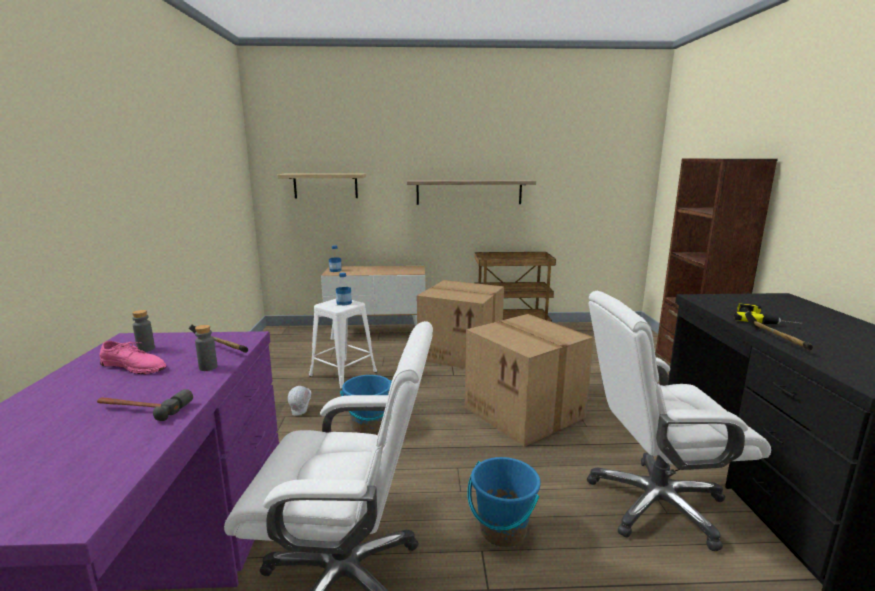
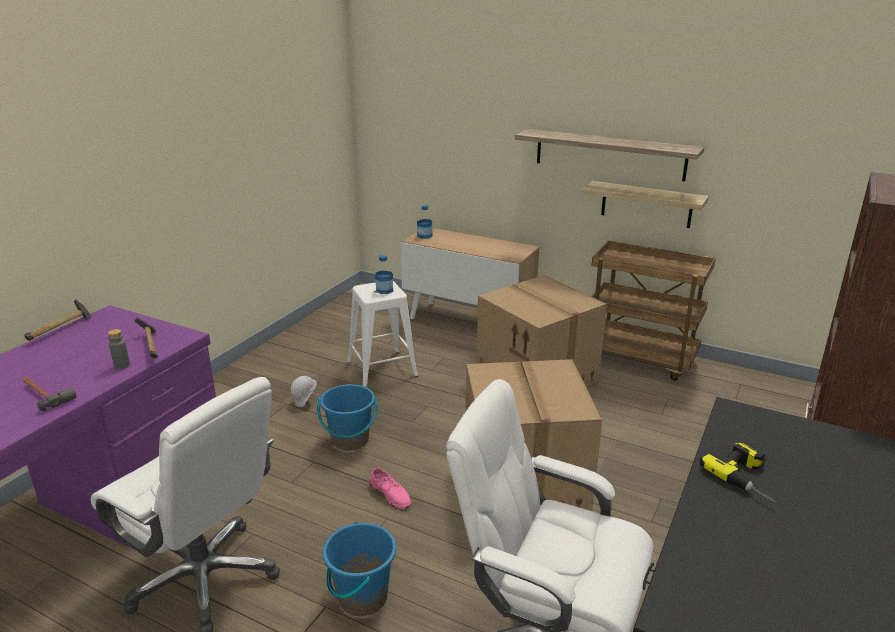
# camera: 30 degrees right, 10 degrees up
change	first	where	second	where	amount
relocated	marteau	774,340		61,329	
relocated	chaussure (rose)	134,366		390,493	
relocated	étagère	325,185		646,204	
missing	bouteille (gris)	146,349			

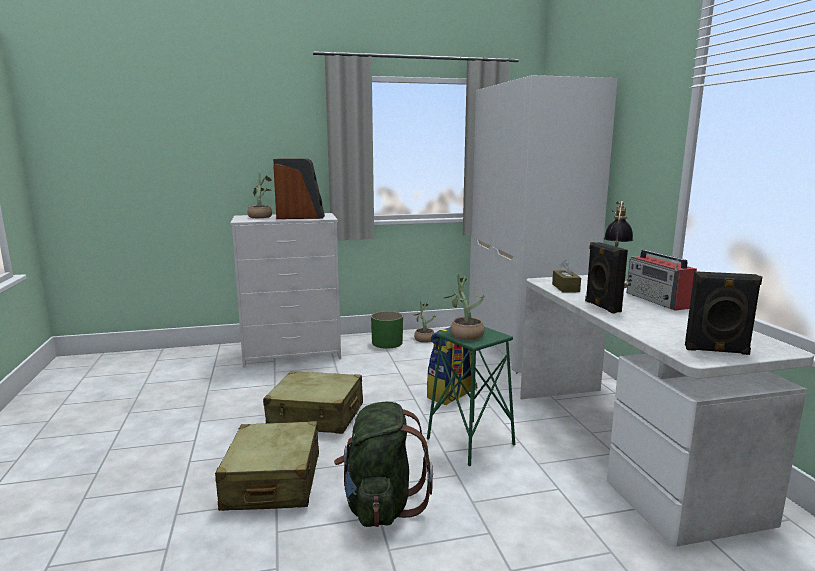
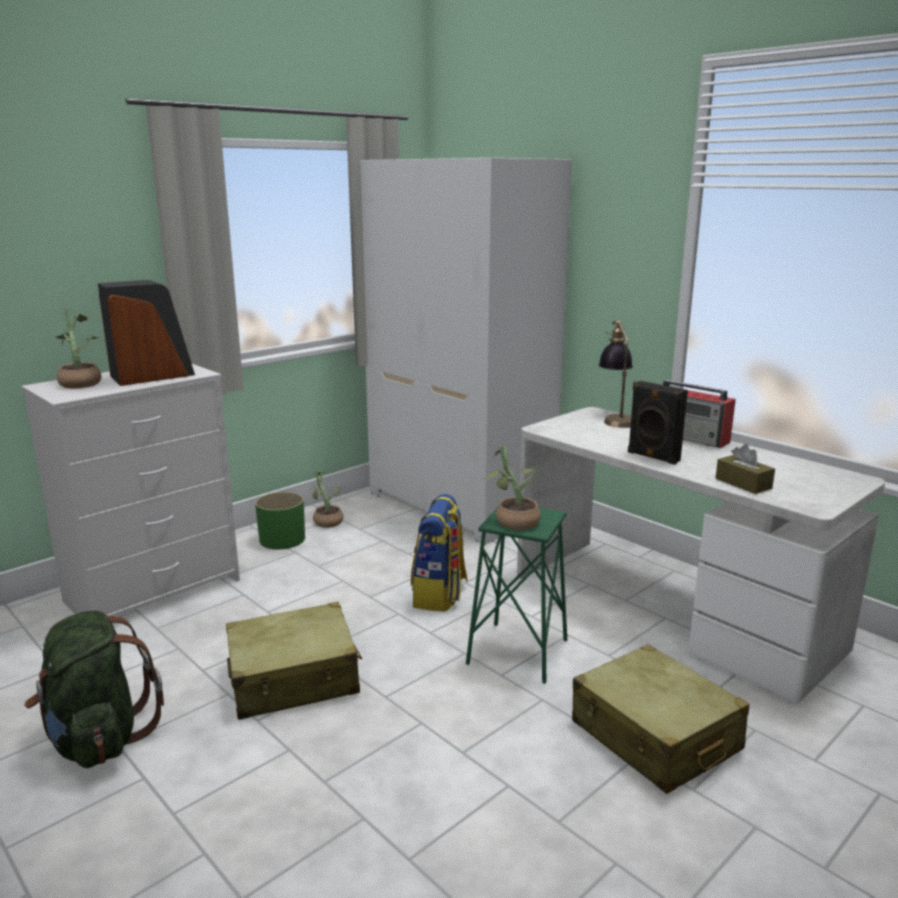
# camera: 30 degrees left, 5 degrees up
change	first	where	second	where	amount
relocated	sac à dos (vert)	381,505		98,738	
relocated	valise (beige)	272,482		655,736	
relocated	boîte à mouchoirs (marron)	565,288		743,483	
missing	enceinte (noir)	716,350			

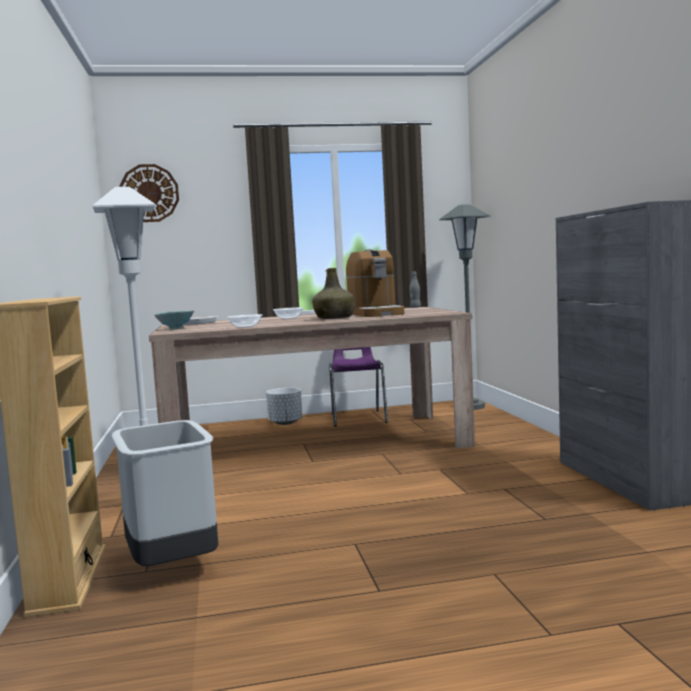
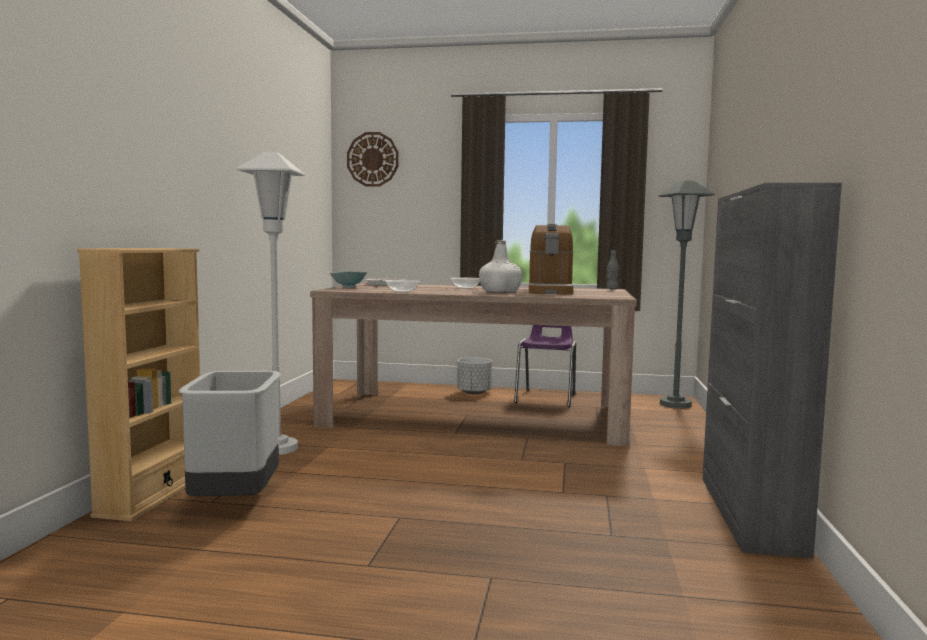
# camera: 20 degrees right, 0 degrees up
change	first	where	second	where	amount
colour	bouteille (vert)	335,318	bouteille (blanc)	500,292	

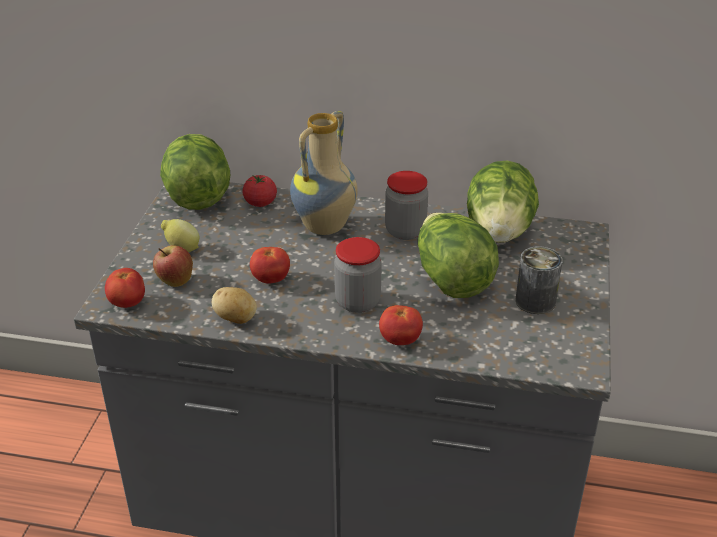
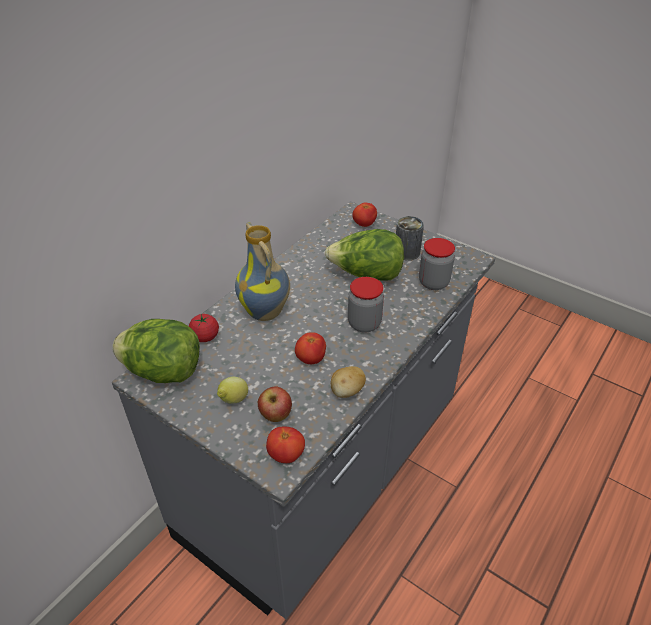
# camera: 65 degrees left, 5 degrees up
change	first	where	second	where	amount
relocated	tomate	400,340		364,224	
relocated	bocal	405,231		433,283	
missing	laitue	499,232			

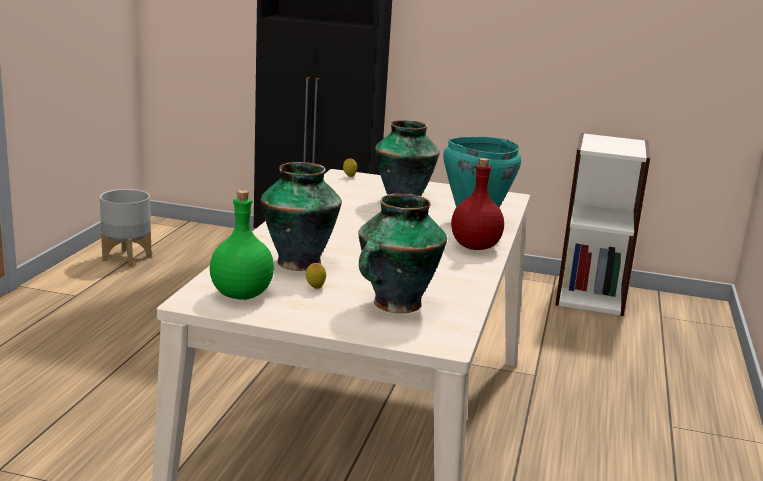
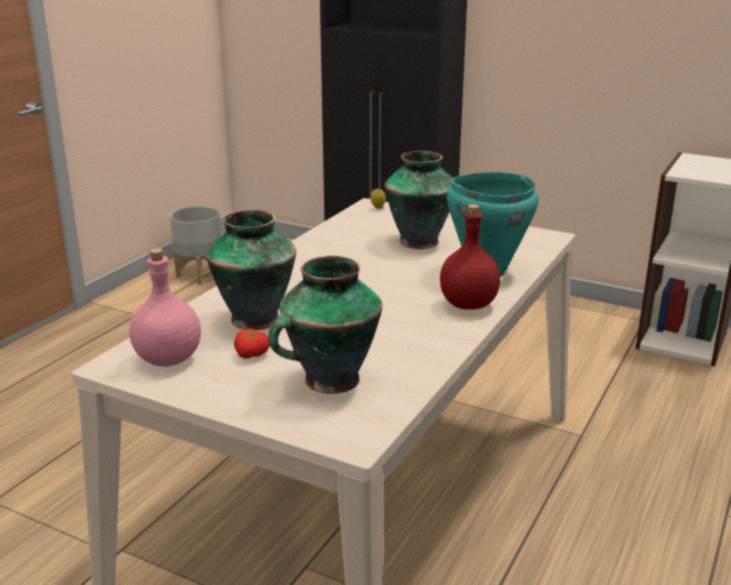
# camera: 15 degrees right, 5 degrees up
change	first	where	second	where	amount
colour	bouteille (vert)	240,295	bouteille (rose)	167,360	
exchanged	citron	315,288	tomate	252,354	

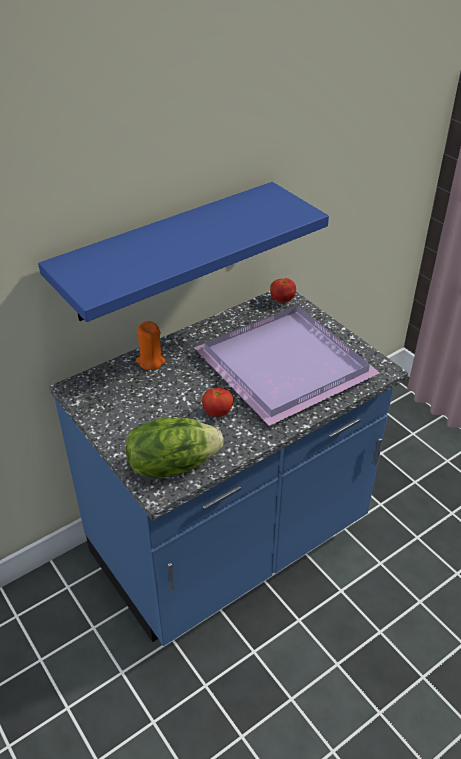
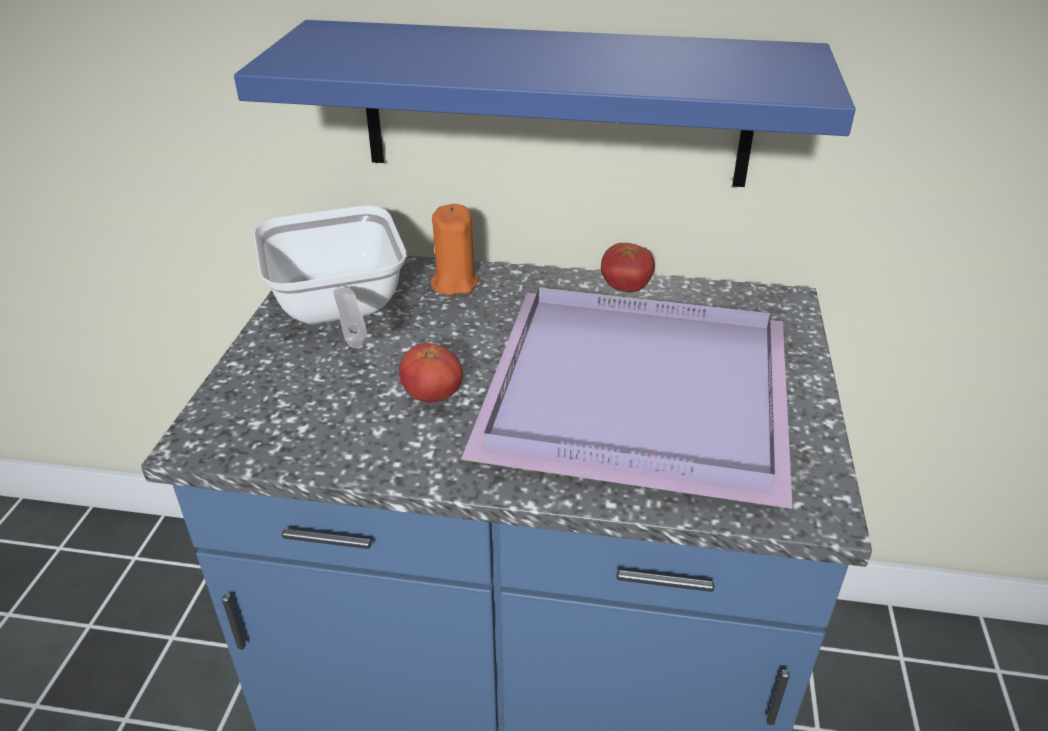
# camera: 45 degrees right, 5 degrees down
change	first	where	second	where	amount
appeared			poêle	338,313	
relocated	tomate	282,300		626,288	
missing	laitue	172,464			

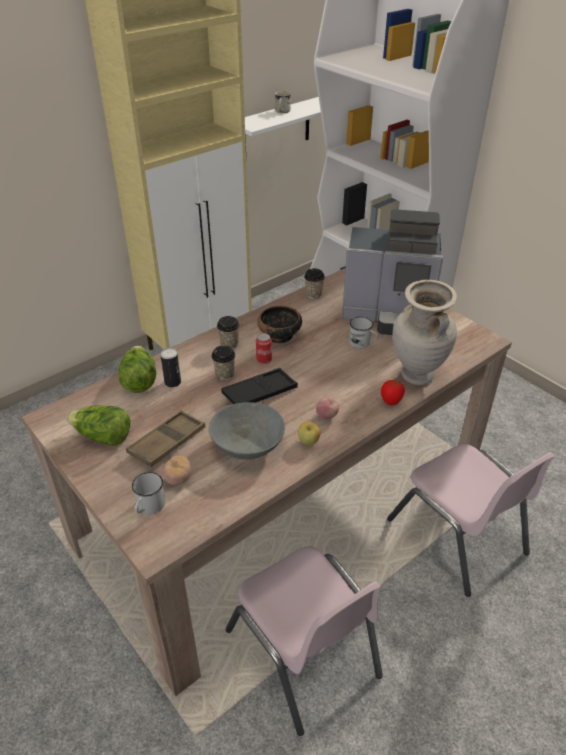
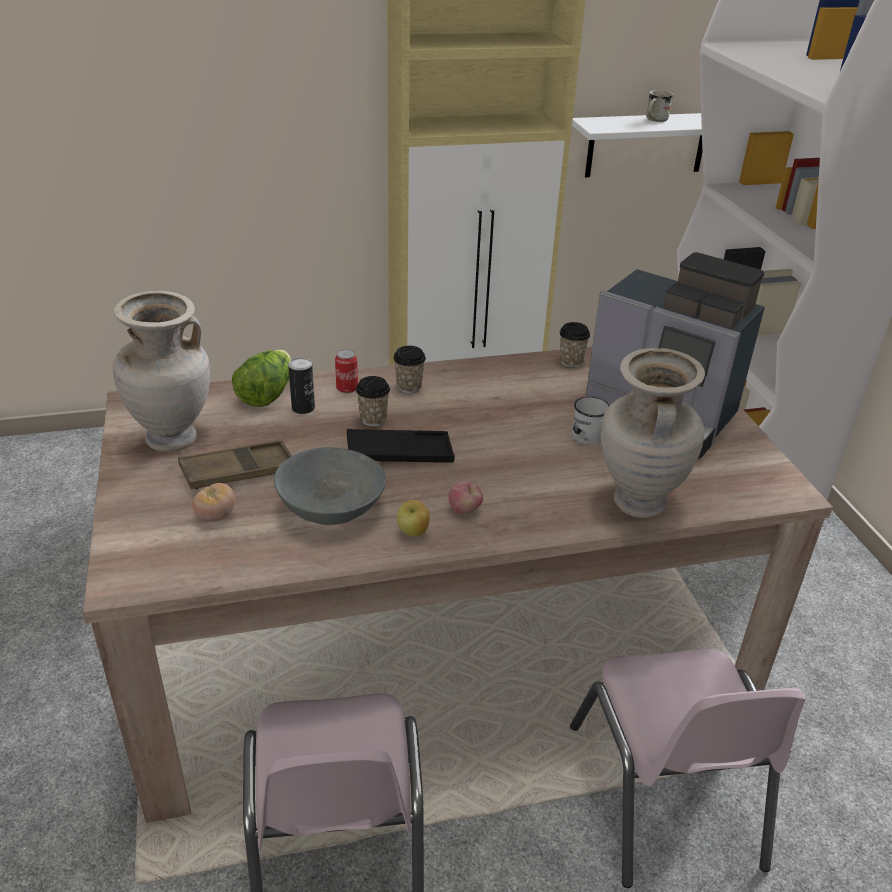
# camera: 25 degrees right, 5 degrees down
change	first	where	second	where	amount
exchanged	laitue	103,436	vase (beige)	173,440	
relocated	boîte métallique	264,359		347,388	
missing	mug (blanc)	149,507			
missing	bol	279,335			
missing	tomate	391,402			

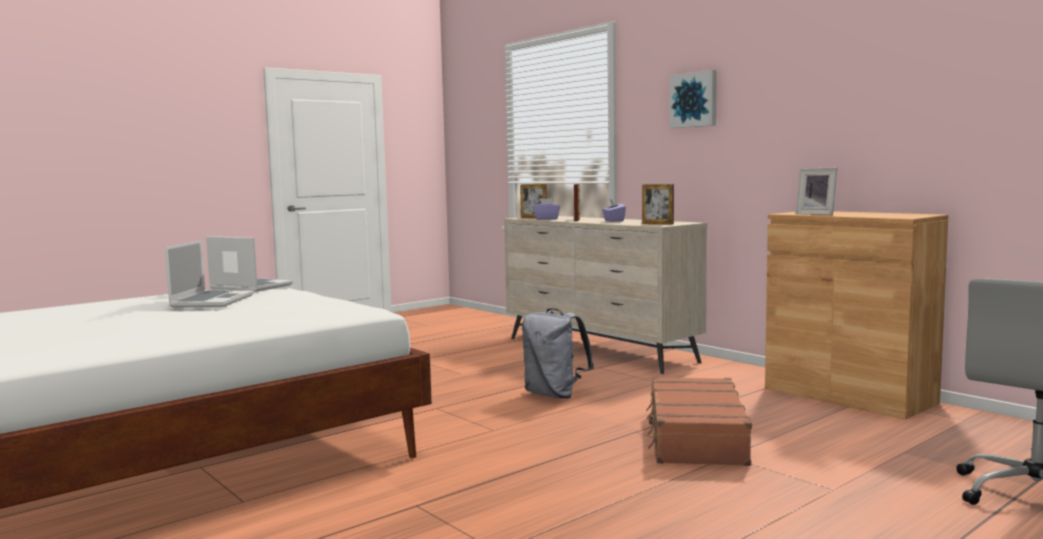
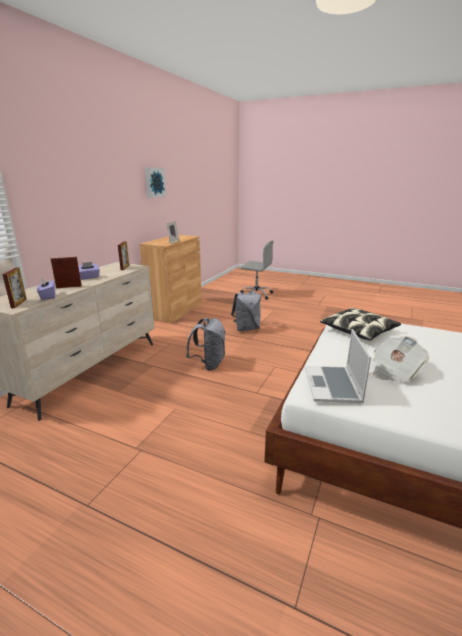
# camera: 115 degrees left, 15 degrees up
change	first	where	second	where	amount
relocated	tableau	694,100		154,182	
exchanged	valise (marron)	695,437	sac à dos (gris)	246,328	
appeared			coussin	359,330	
exchanged	ordinateur portable	212,301	journal	394,371	

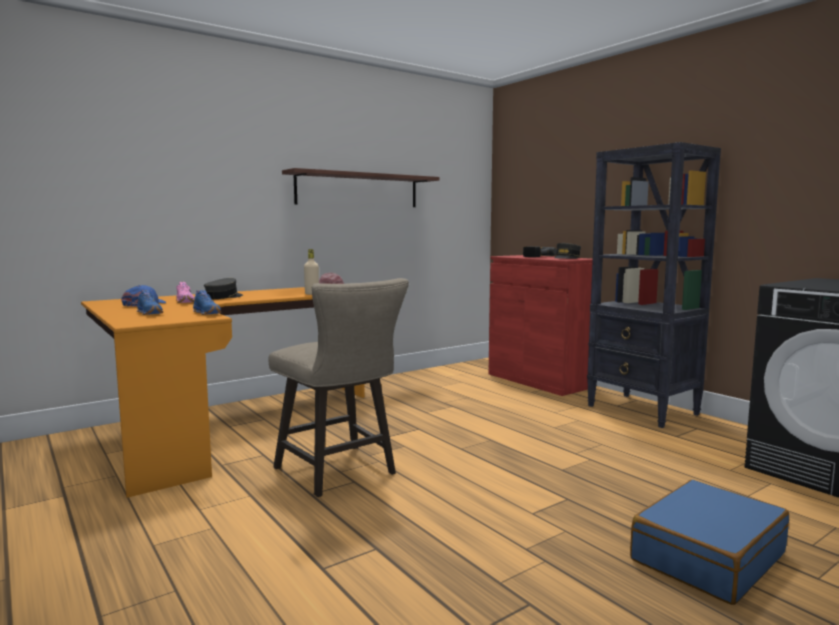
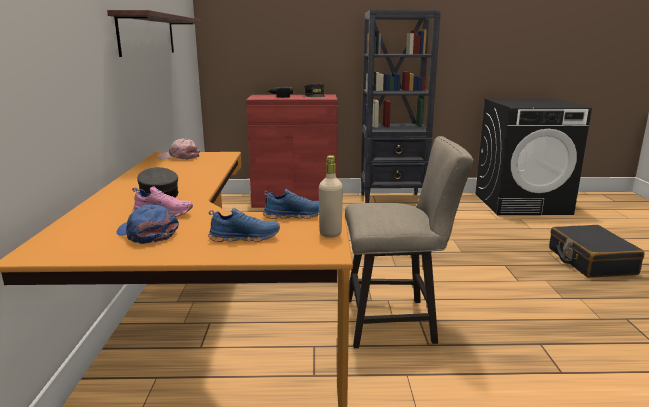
# camera: 55 degrees left, 10 degrees up
change	first	where	second	where	amount
relocated	bouteille (beige)	312,294		330,234	
colour	valise (bleu)	707,556	valise (noir)	590,261	

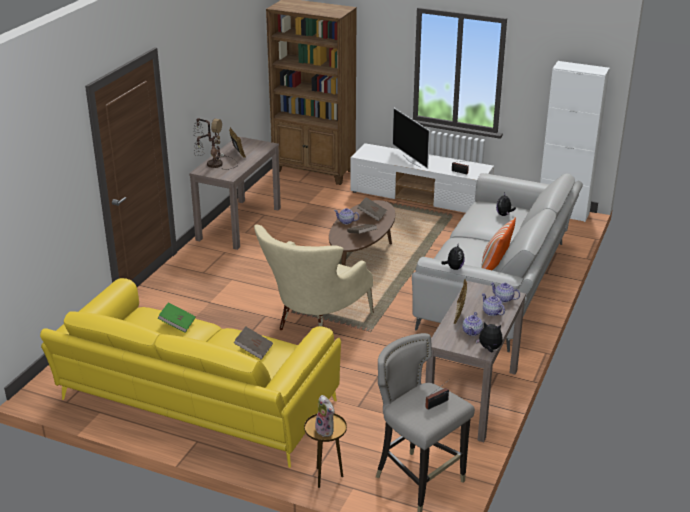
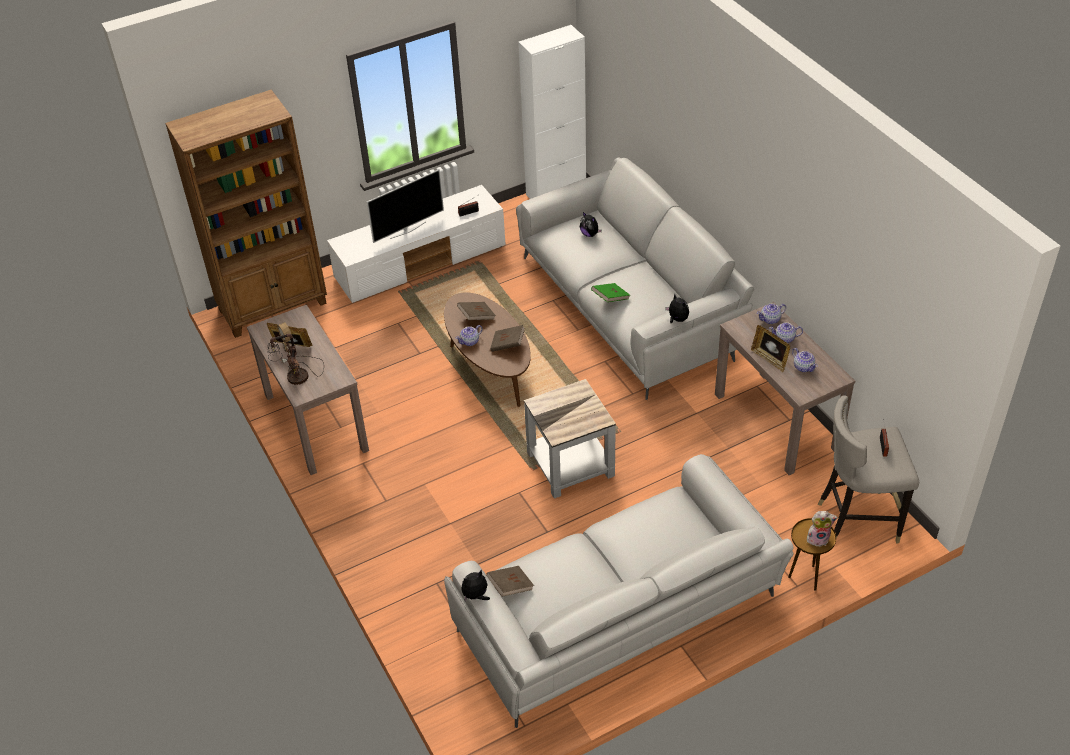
# camera: 50 degrees left, 15 degrees up
change	first	where	second	where	amount
spun	téléviseur	412,161		407,230	45 degrees counterclockwise
colour	canapé (jaune)	195,402	canapé (gris)	618,618	
relocated	peluche	489,349		476,596	
relocated	livre (marron)	254,350		510,586	
exchanged	fauteuil (beige)	313,325	table d'appoint (gris)	570,465	
relocated	livre (vert)	177,324		610,298	
missing	coussin	495,266			

